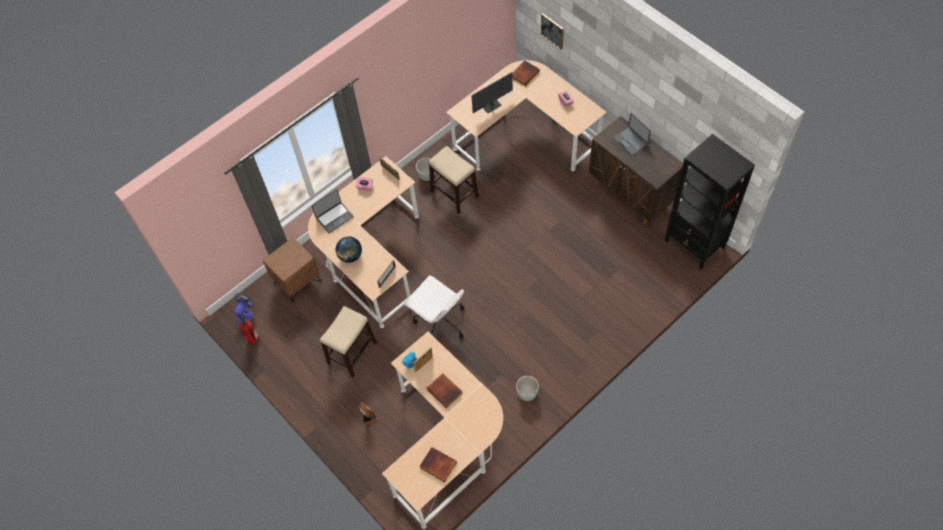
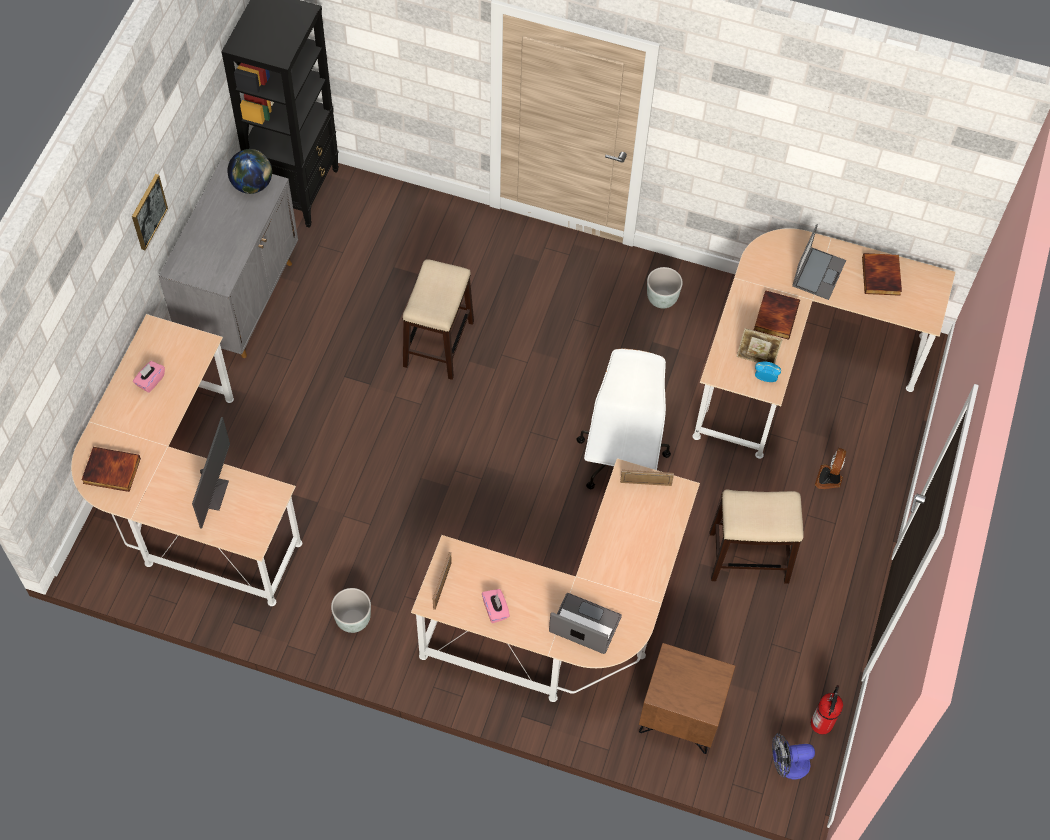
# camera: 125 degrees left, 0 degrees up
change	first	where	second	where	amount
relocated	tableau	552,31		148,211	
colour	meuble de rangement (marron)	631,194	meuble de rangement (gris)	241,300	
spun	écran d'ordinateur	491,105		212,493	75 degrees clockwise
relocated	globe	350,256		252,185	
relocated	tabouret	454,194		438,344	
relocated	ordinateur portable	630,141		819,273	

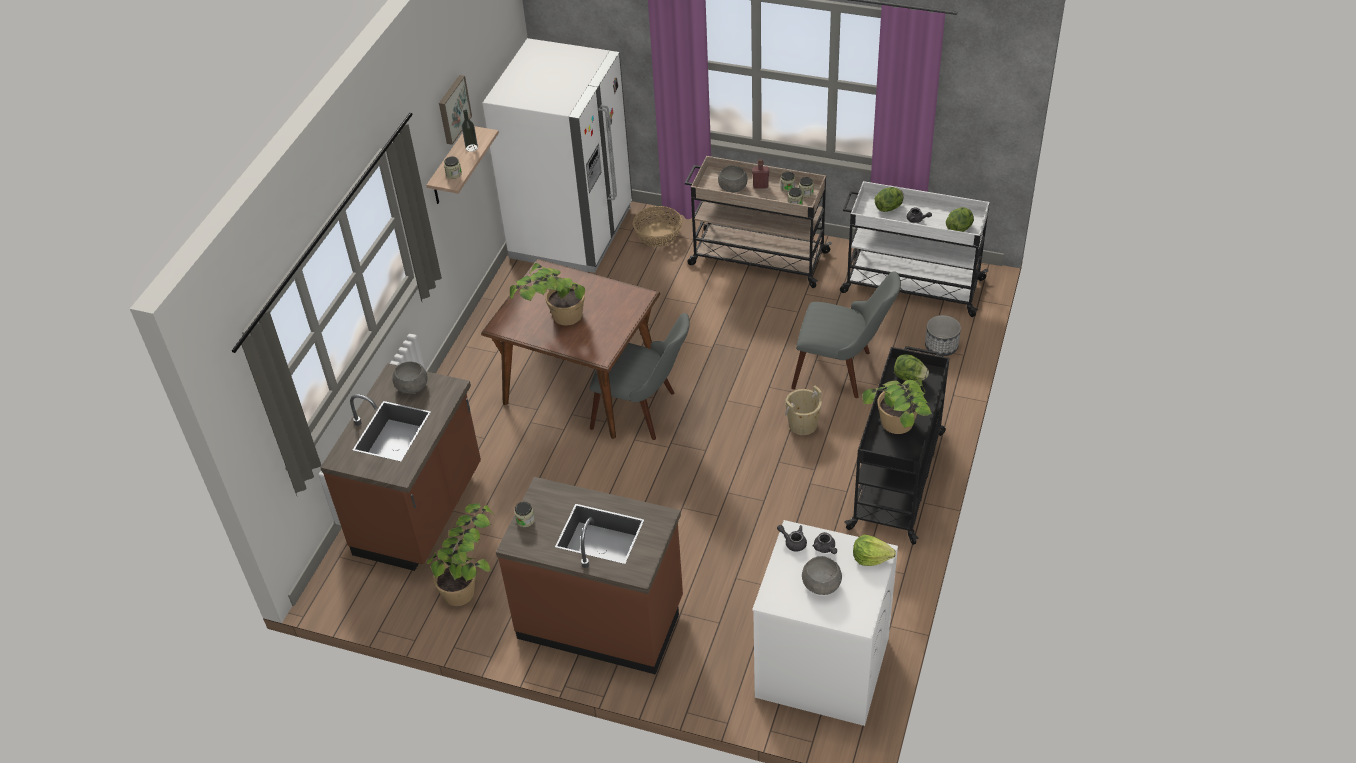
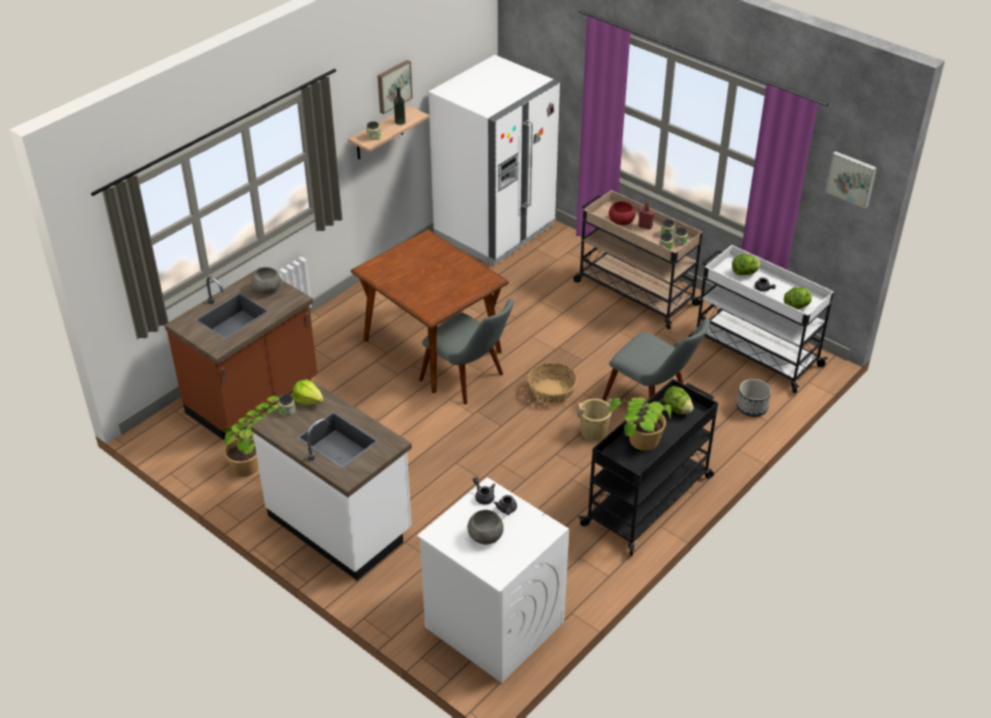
# camera: 20 degrees right, 5 degrees down
change	first	where	second	where	amount
colour	comptoir de cuisine (marron)	601,619	comptoir de cuisine (blanc)	340,524	
relocated	laitue	871,557		308,400	
relocated	panier	658,234		552,391	
colour	bol (gris)	733,187	bol (rouge)	621,221	
appeared			tableau	851,178	
missing	plante en pot	554,322			

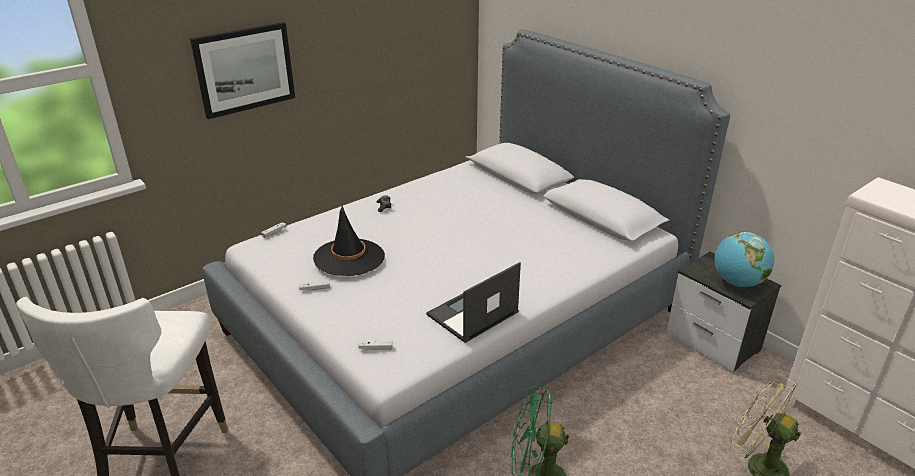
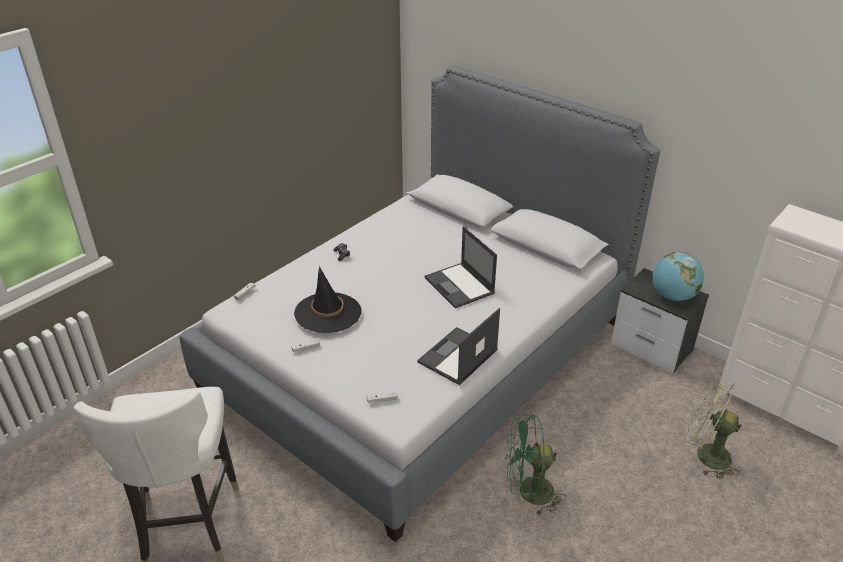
# camera: 10 degrees left, 5 degrees up
change	first	where	second	where	amount
appeared			ordinateur portable	460,286	
missing	tableau	245,69			

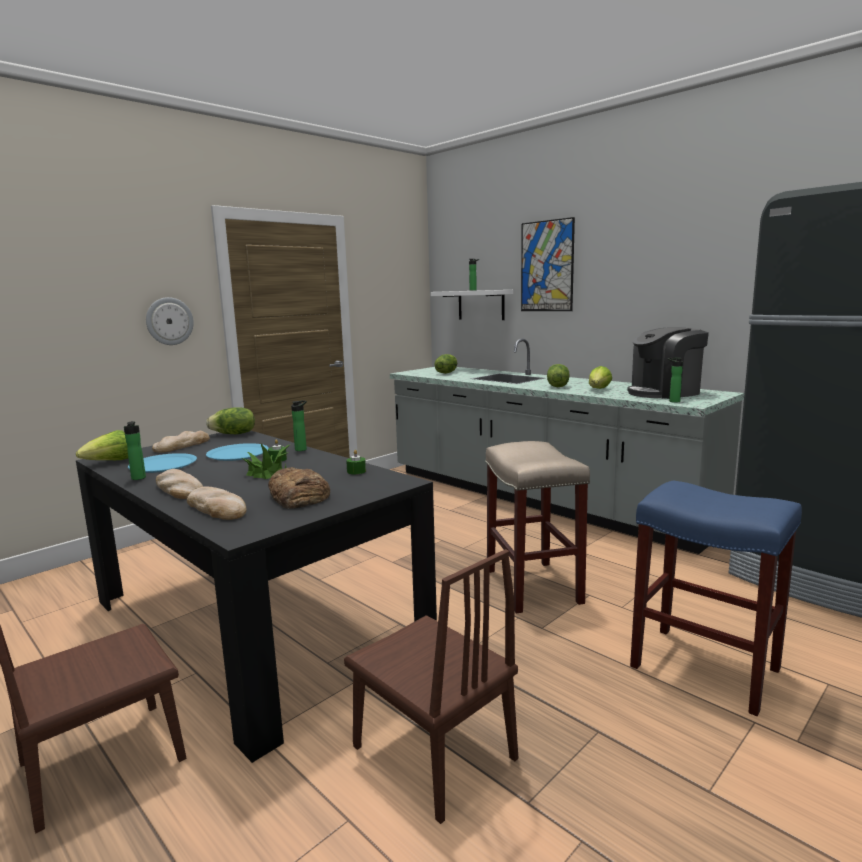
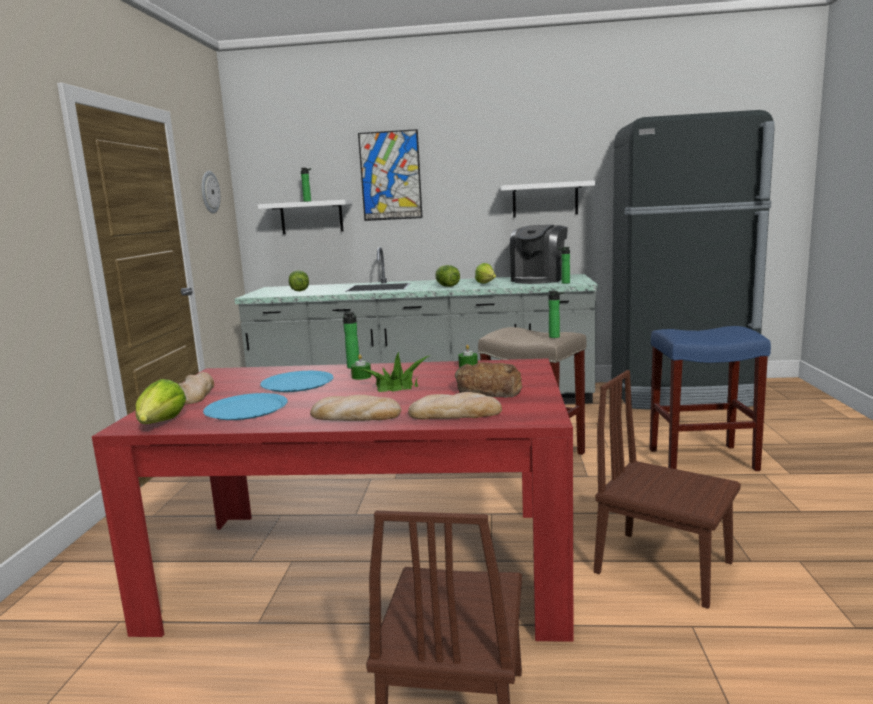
# camera: 40 degrees left, 0 degrees up
change	first	where	second	where	amount
colour	table à manger (noir)	254,624	table à manger (rouge)	368,568	
relocated	horloge murale	169,321		209,192	
appeared			étagère (blanc)	545,200	
relocated	bouteille	138,478		556,337	
spun	chaise (marron)	433,752		663,567	150 degrees counterclockwise
missing	laitue	234,434			

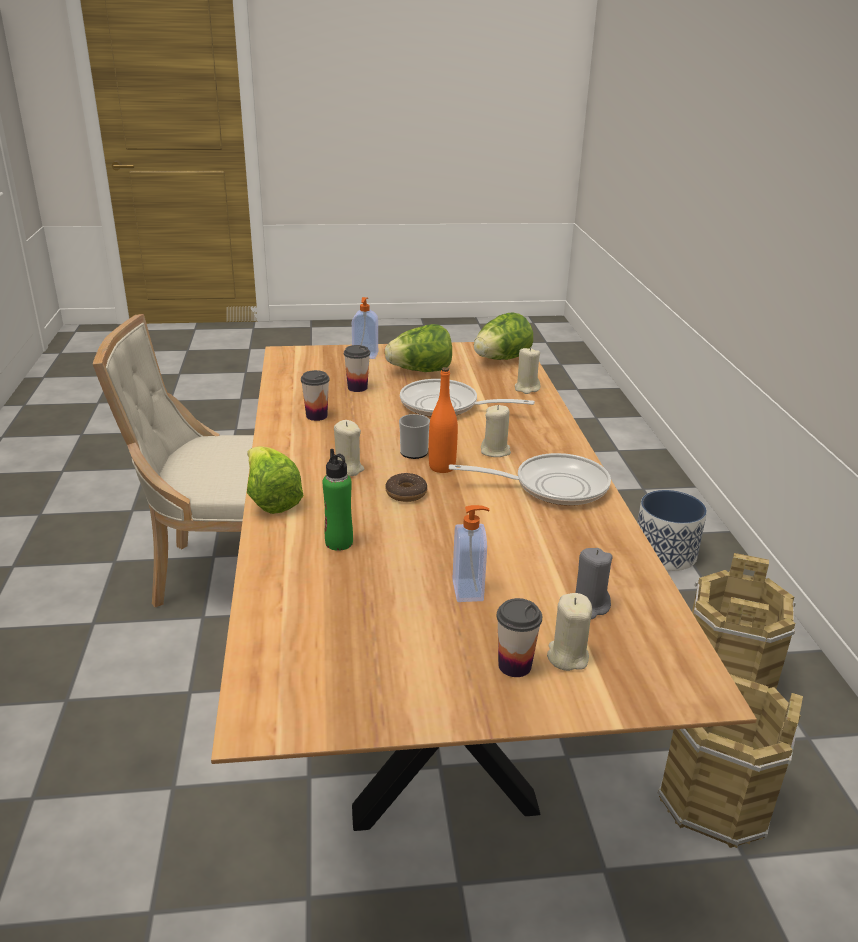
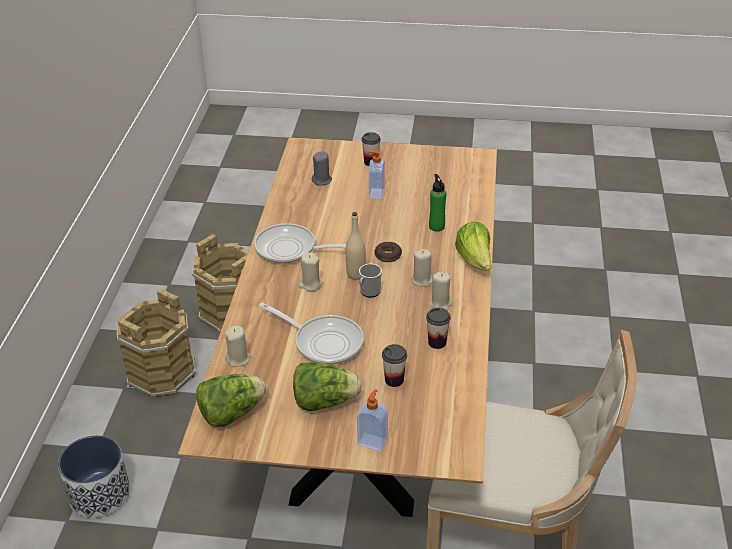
# camera: 165 degrees left, 10 degrees up
change	first	where	second	where	amount
colour	bouteille (orange)	442,467	bouteille (beige)	356,274	
relocated	bougie (beige)	567,656		440,304	

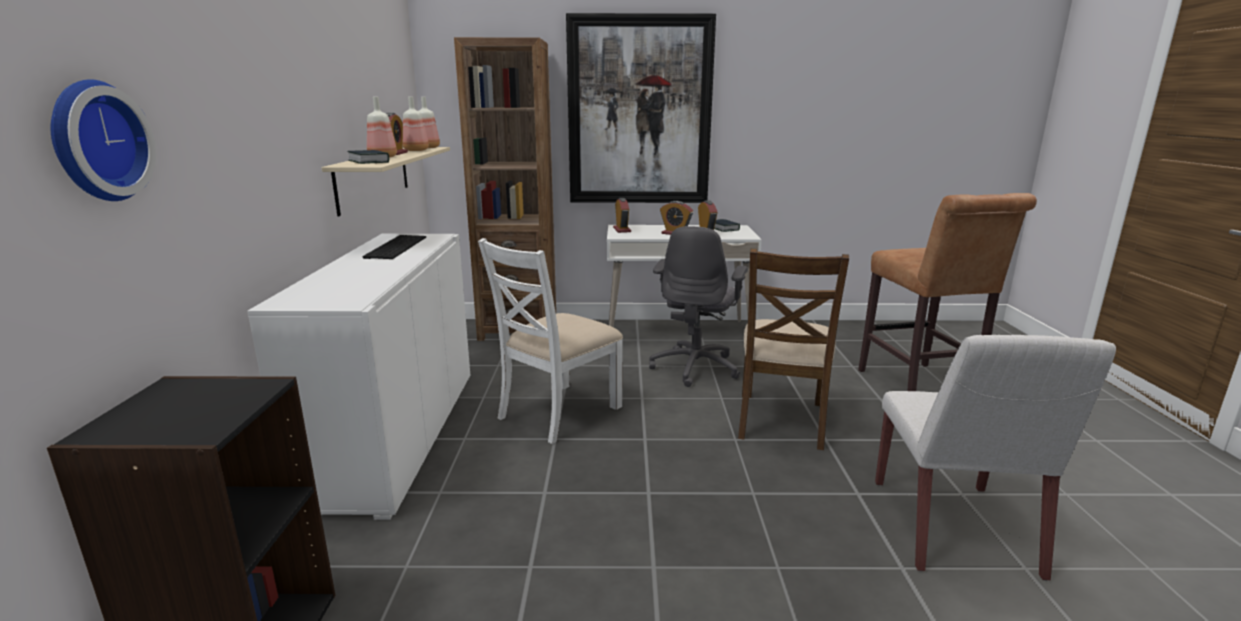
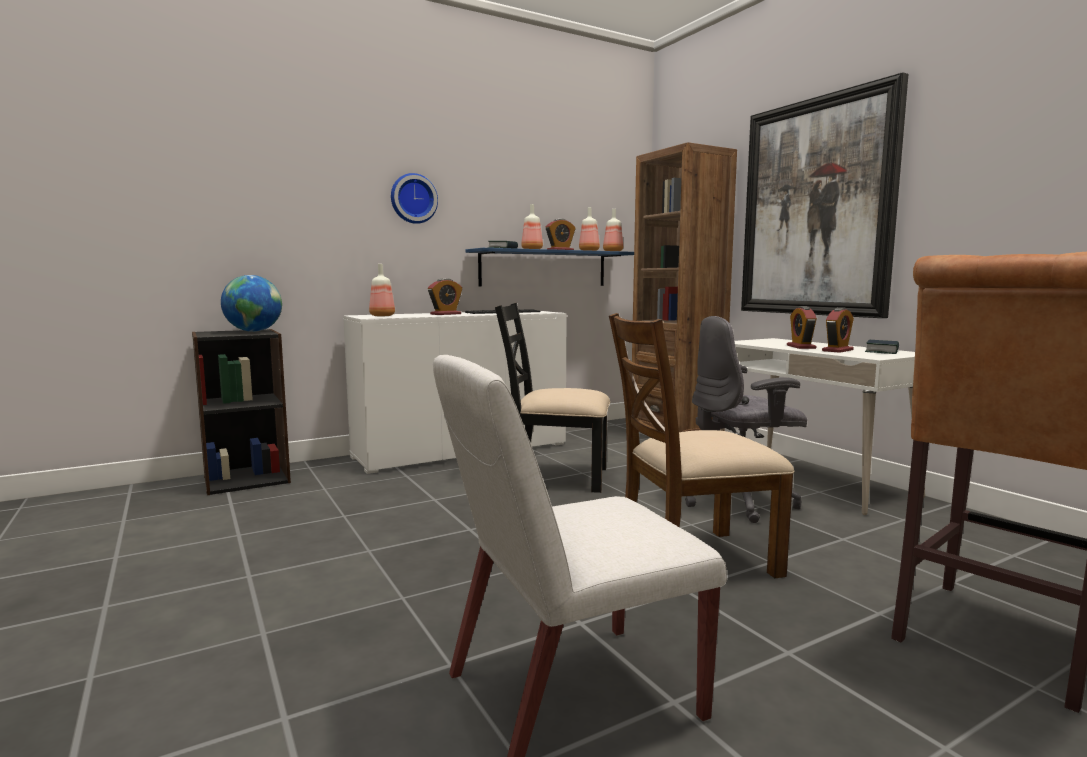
# camera: 60 degrees right, 10 degrees down
change	first	where	second	where	amount
appeared			globe	254,331	
appeared			bouteille	381,316	
relocated	horloge murale	94,141		413,199	
relocated	réveil	622,230		445,314	
colour	étagère (beige)	373,177	étagère (bleu)	544,268	
colour	chaise (blanc)	558,412	chaise (noir)	555,477	

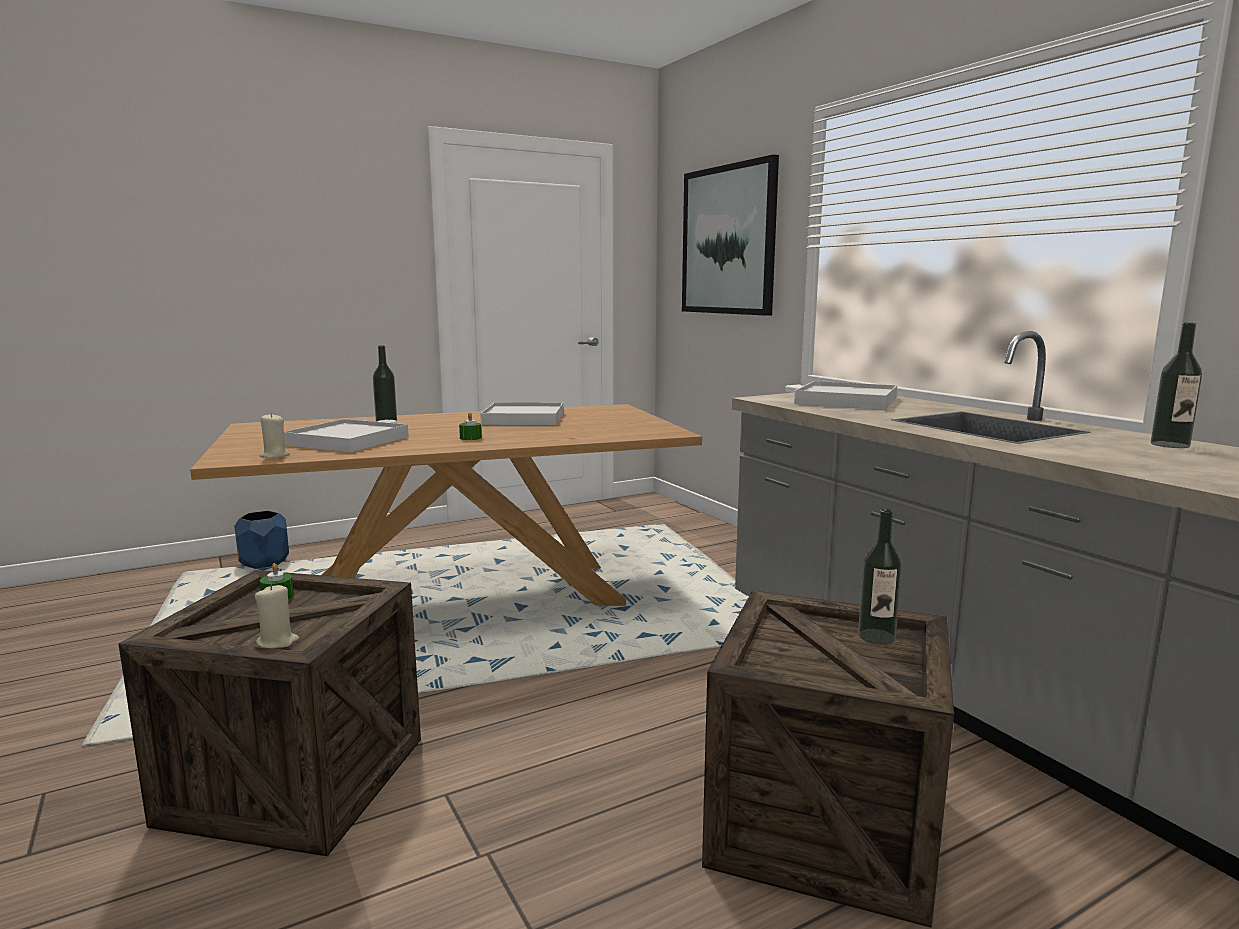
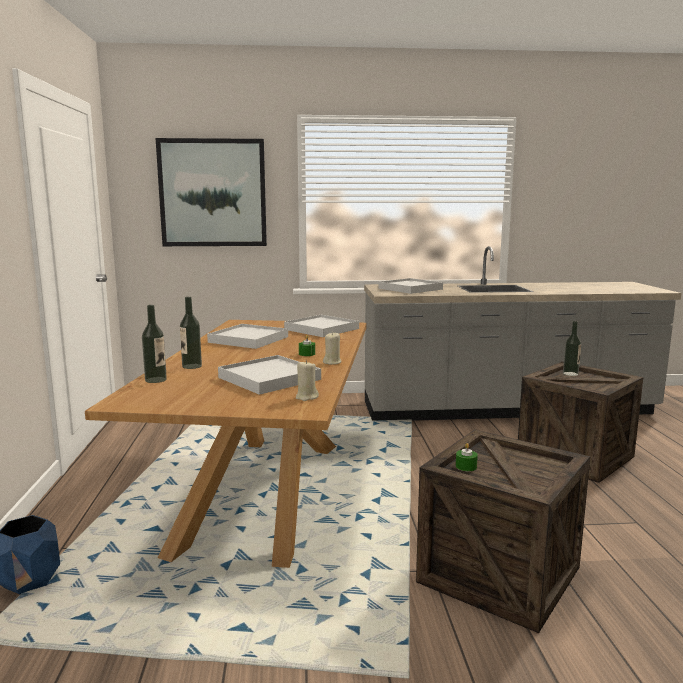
# camera: 65 degrees left, 0 degrees up
change	first	where	second	where	amount
relocated	bouteille	1170,445		155,380	
appeared			plateau (blanc)	322,329	
relocated	bougie (beige)	277,642		332,362	

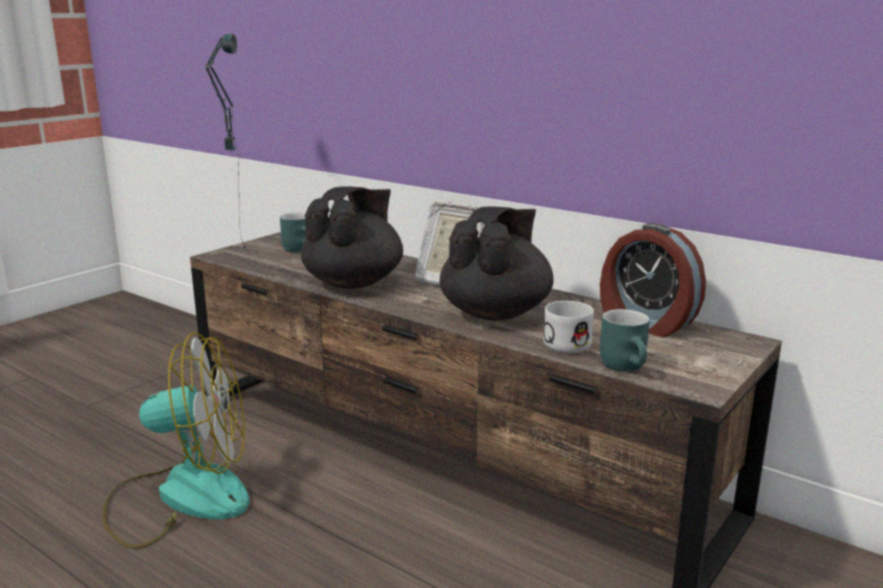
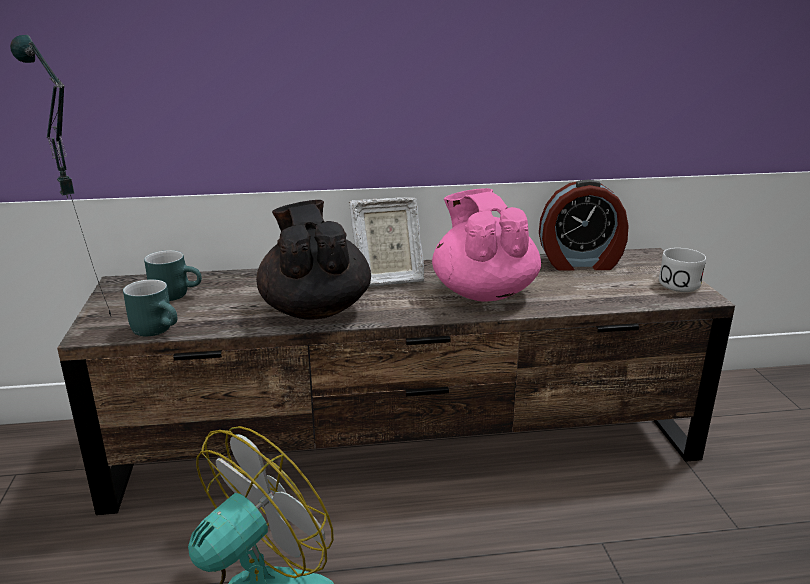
# camera: 45 degrees left, 5 degrees up
change	first	where	second	where	amount
relocated	mug (turquoise)	628,366		158,329	
colour	théière (noir)	496,313	théière (rose)	483,292	
relocated	mug (blanc)	571,342		675,282	

